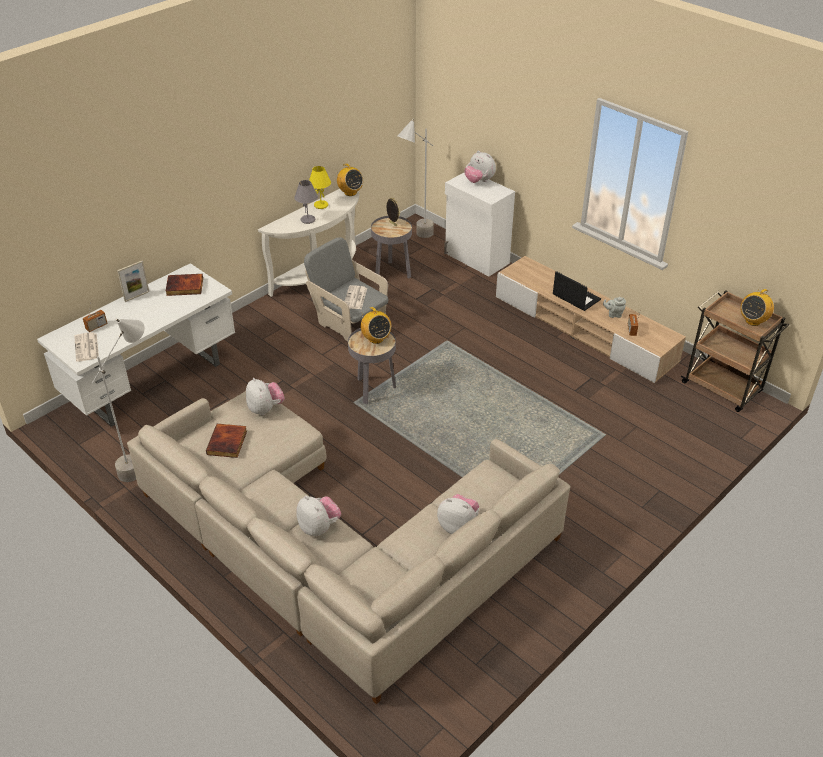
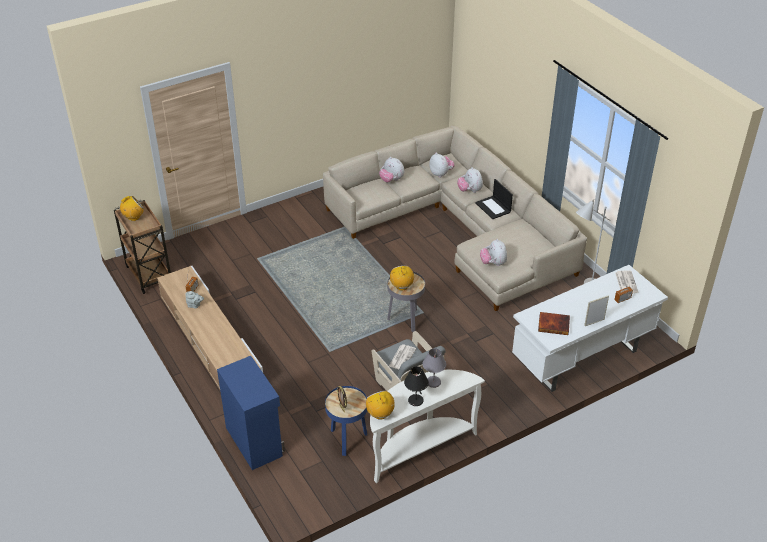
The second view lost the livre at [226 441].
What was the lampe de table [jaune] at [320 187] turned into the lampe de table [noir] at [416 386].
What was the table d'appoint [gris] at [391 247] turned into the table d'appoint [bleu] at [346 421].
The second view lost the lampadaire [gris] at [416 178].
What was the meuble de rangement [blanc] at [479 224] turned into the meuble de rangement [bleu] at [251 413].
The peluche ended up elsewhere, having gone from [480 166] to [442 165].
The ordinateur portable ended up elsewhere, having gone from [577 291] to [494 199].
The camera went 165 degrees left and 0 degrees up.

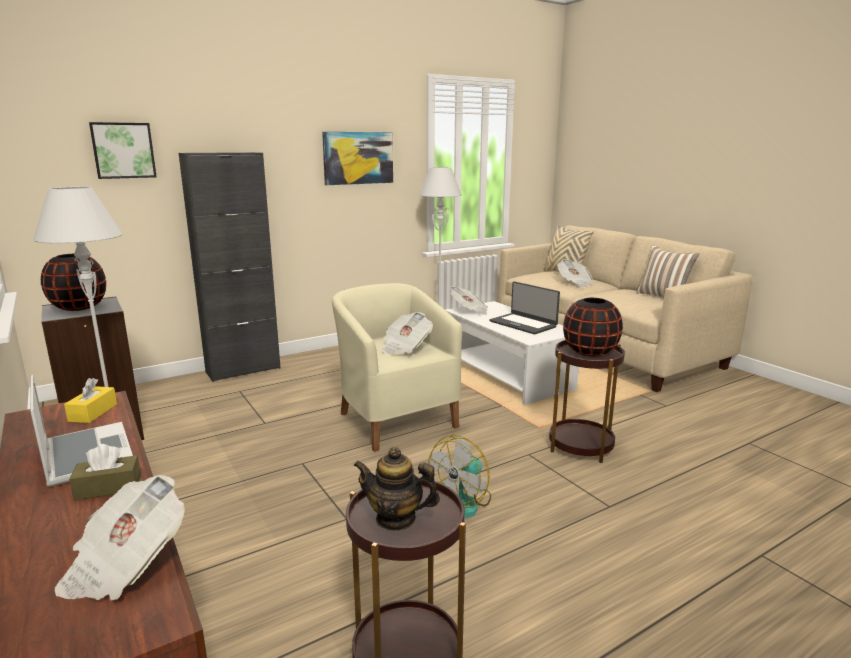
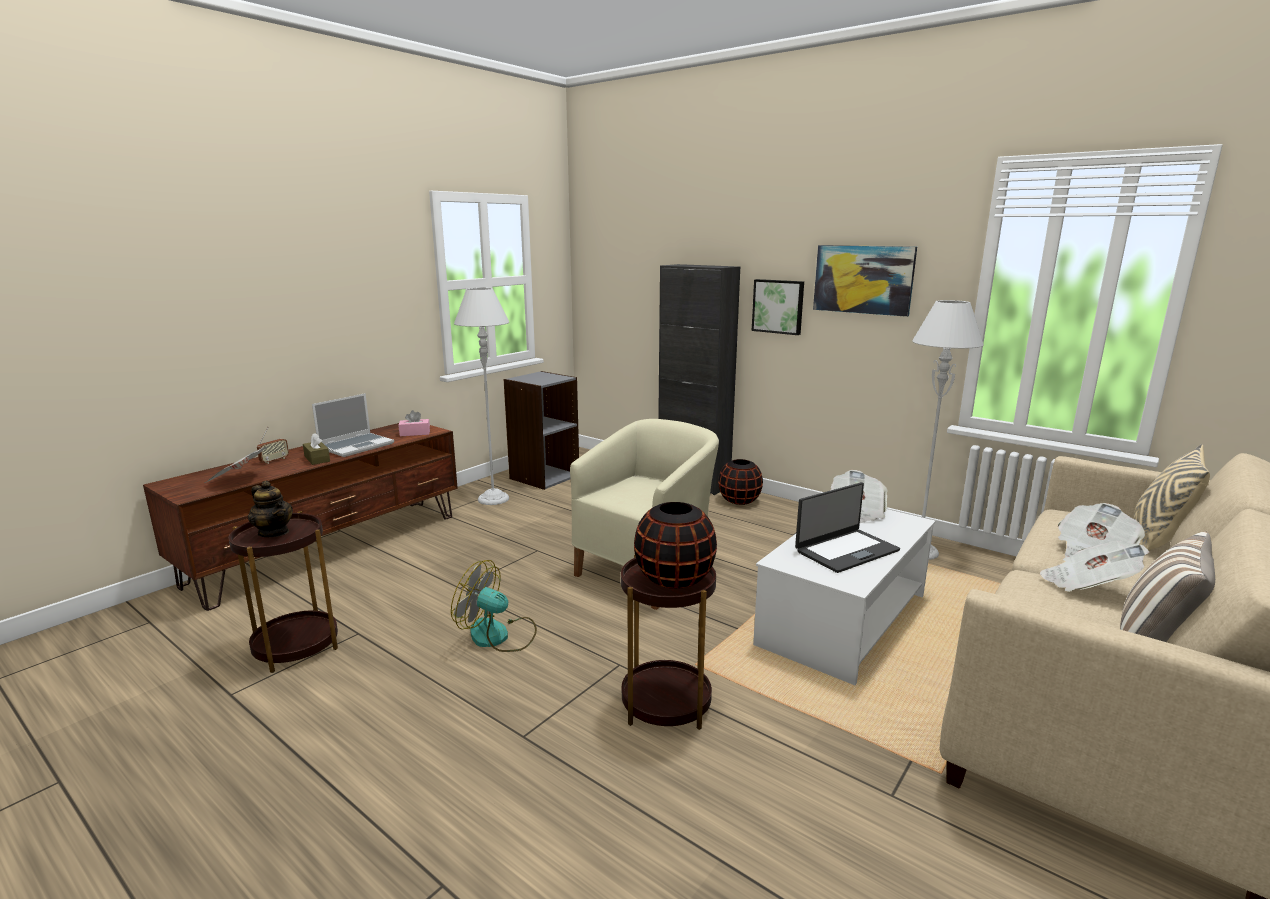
The vase [noir] ended up elsewhere, having gone from [73 282] to [740 482].
What was the boîte à mouchoirs [jaune] at [90 400] turned into the boîte à mouchoirs [rose] at [414 423].
The tableau ended up elsewhere, having gone from [123 150] to [778 307].
The théière at [396 489] ended up facing another way, 135 degrees clockwise from before.
The journal ended up elsewhere, having gone from [407 333] to [1094 566].
The ordinateur portable at [525 308] ended up facing another way, 150 degrees counterclockwise from before.
The second view gained the radio at [273 445].
The camera went 70 degrees right and 0 degrees up.

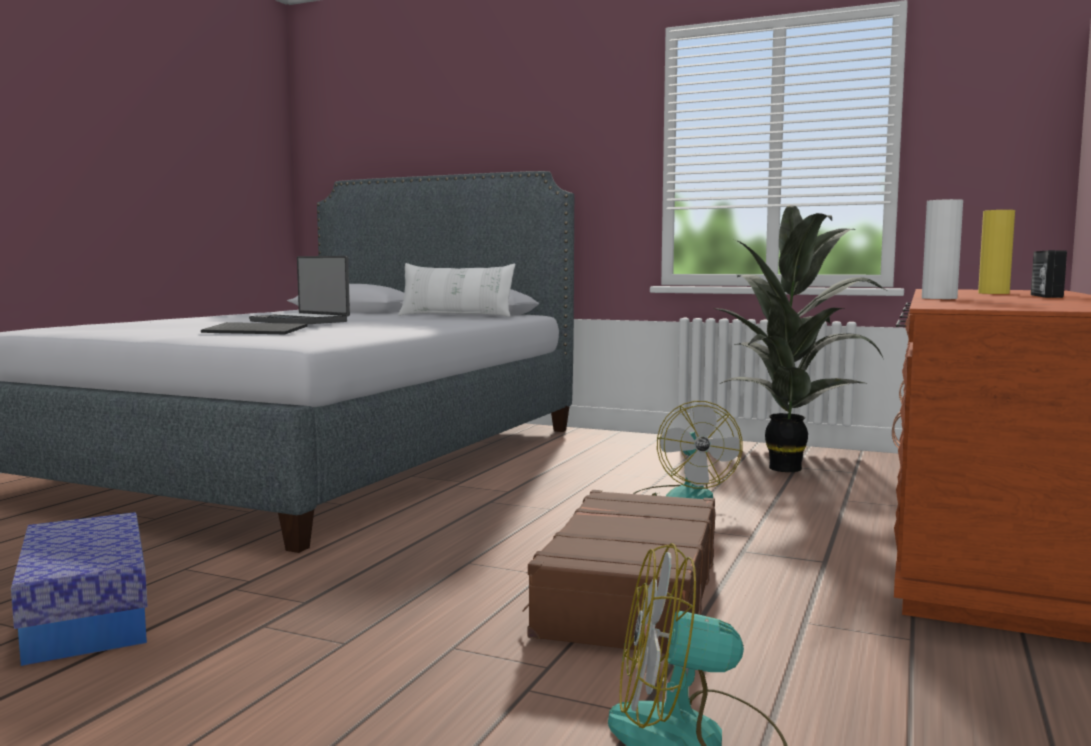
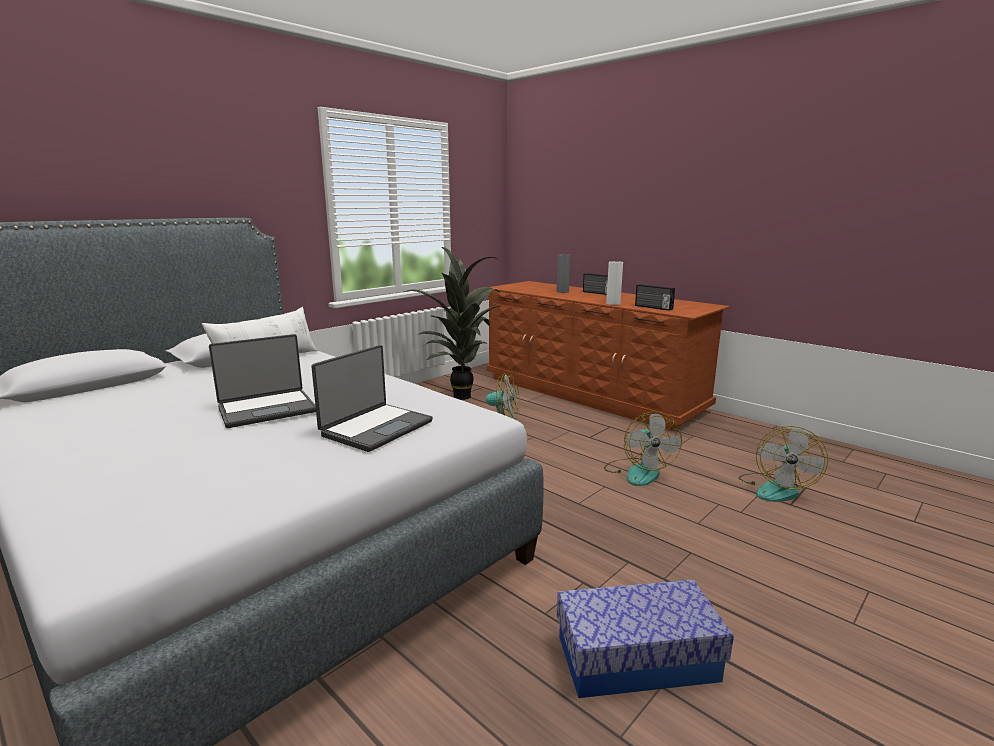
Where the clavier stood at [254 328], the ordinateur portable came to stand at [372 398].
Where the valise [marron] stood at [619 572], the ventilateur came to stand at [643 449].
What was the vase [jaune] at [996 252] turned into the vase [gris] at [563 273].
The second view gained the radio at [655 297].
The camera went 70 degrees left and 10 degrees up.

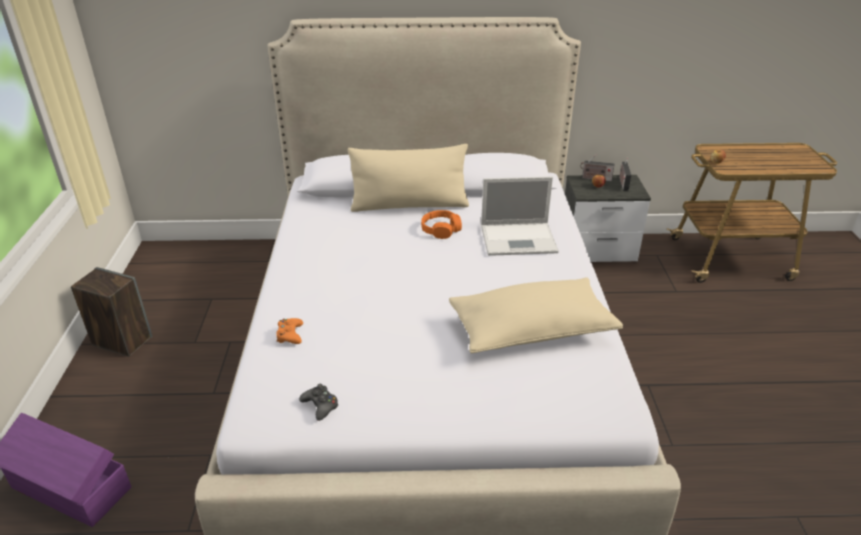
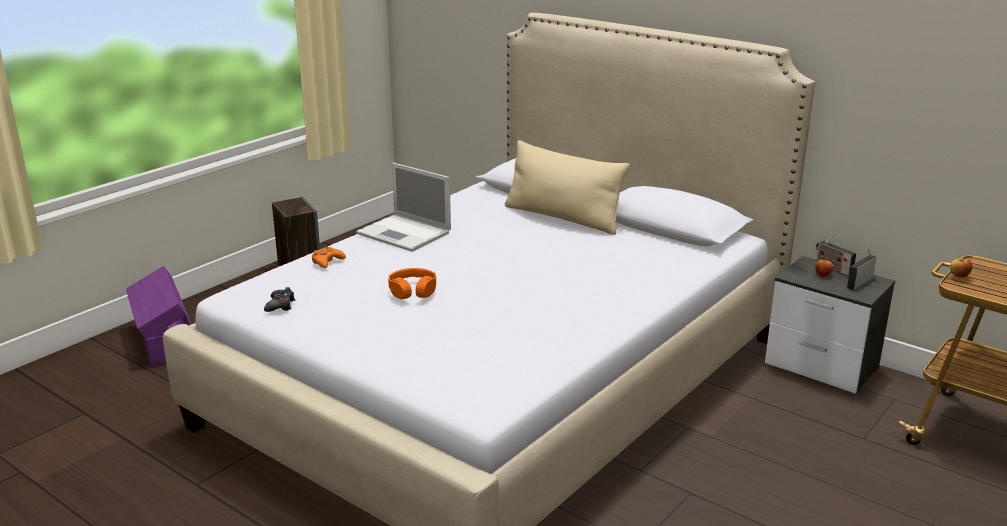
The casque audio [orange] ended up elsewhere, having gone from [441 224] to [412 283].
The second view lost the coussin [beige] at [536 315].
The ordinateur portable ended up elsewhere, having gone from [520 216] to [403 207].
The camera went 40 degrees right and 10 degrees down.

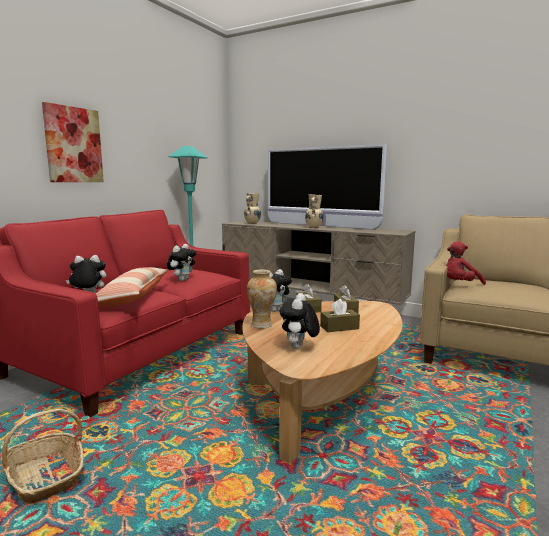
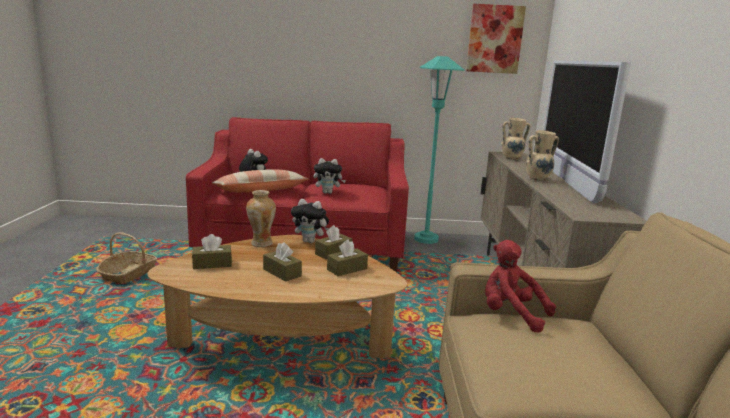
The tableau ended up elsewhere, having gone from [73 142] to [496 39].
Where the peluche stood at [300 321], the boîte à mouchoirs [marron] came to stand at [212 251].
The camera went 60 degrees right and 5 degrees up.

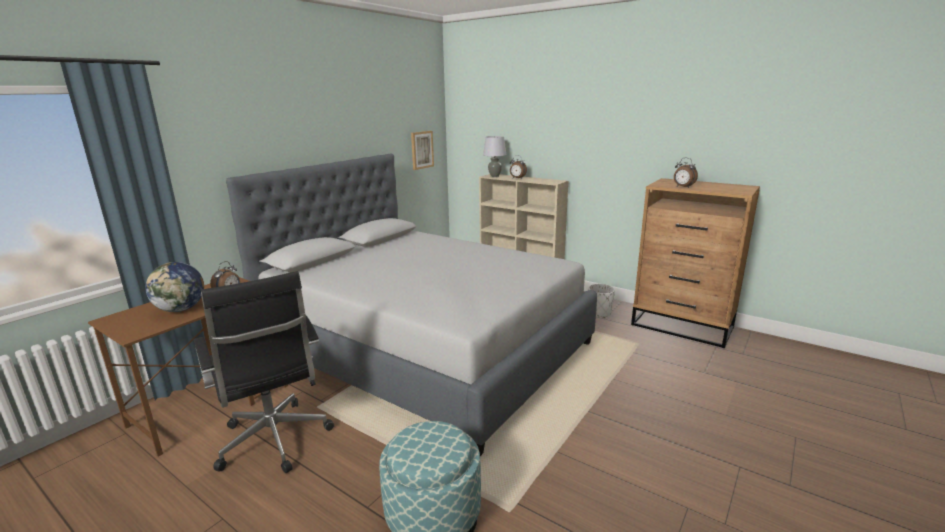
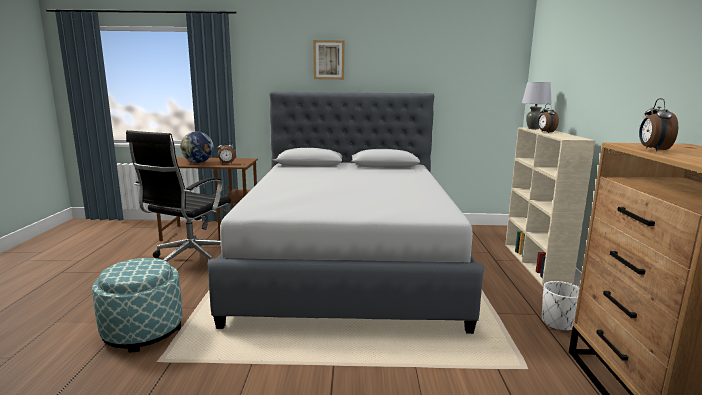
The tableau ended up elsewhere, having gone from [422 150] to [328 60].
The camera went 55 degrees right and 5 degrees down.

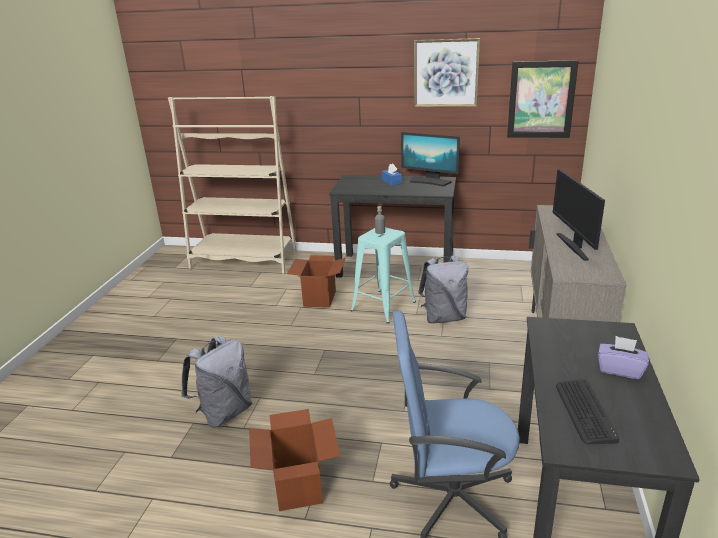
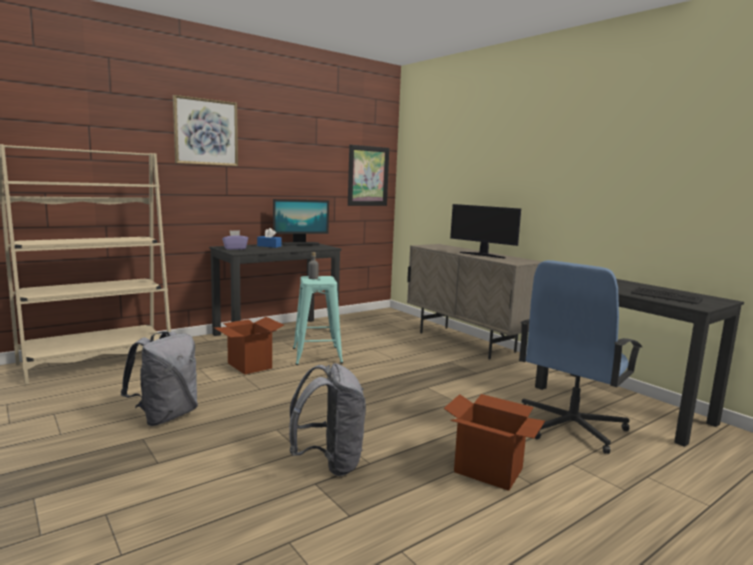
The tableau ended up elsewhere, having gone from [447 72] to [205 130].
The sac à dos [gris] ended up elsewhere, having gone from [443 290] to [159 378].
The boîte à mouchoirs [violet] ended up elsewhere, having gone from [623 357] to [235 240].
The camera went 50 degrees left and 15 degrees down.

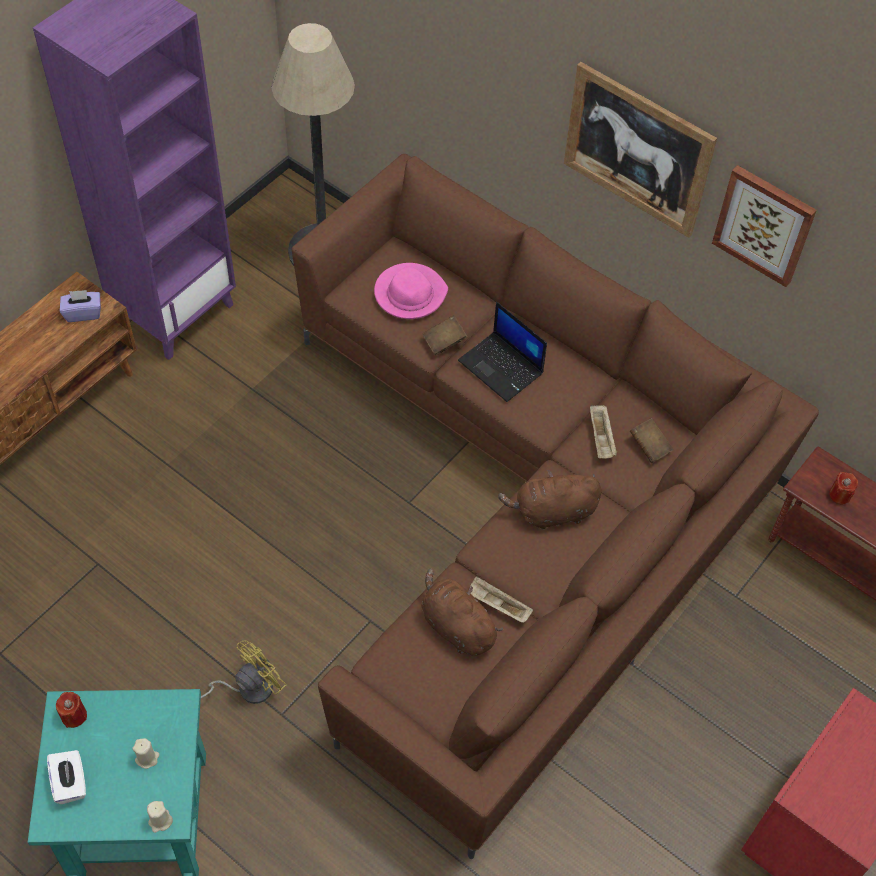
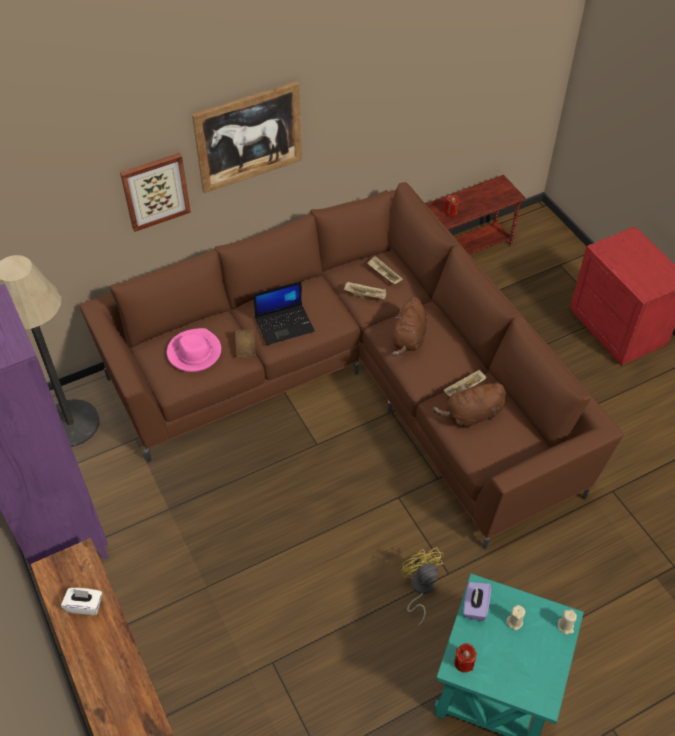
The boîte à mouchoirs [blanc] ended up elsewhere, having gone from [66 777] to [81 601].
The boîte à mouchoirs [violet] ended up elsewhere, having gone from [80 306] to [477 601].
Where the livre [marron] stood at [651 440], the plateau [beige] came to stand at [385 270].
The tableau ended up elsewhere, having gone from [764 226] to [155 192].
The camera went 65 degrees left and 5 degrees down.

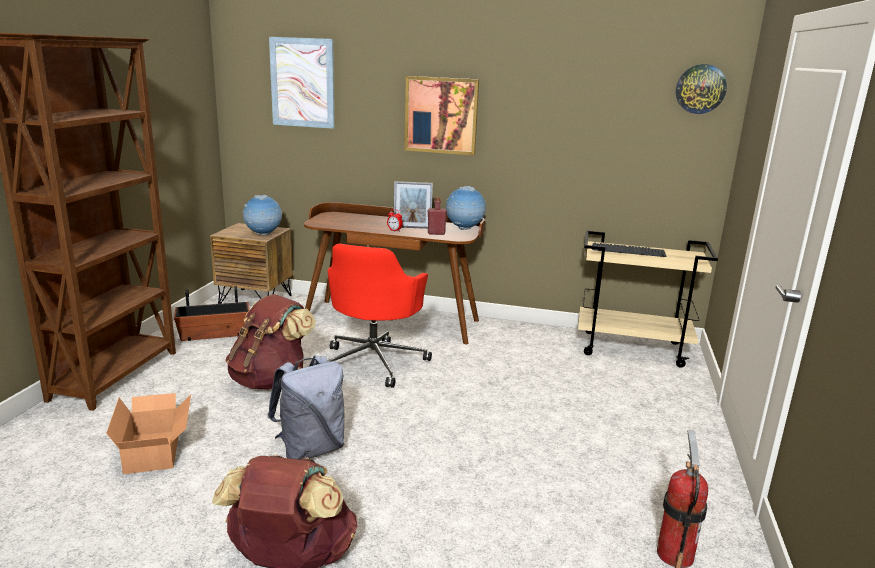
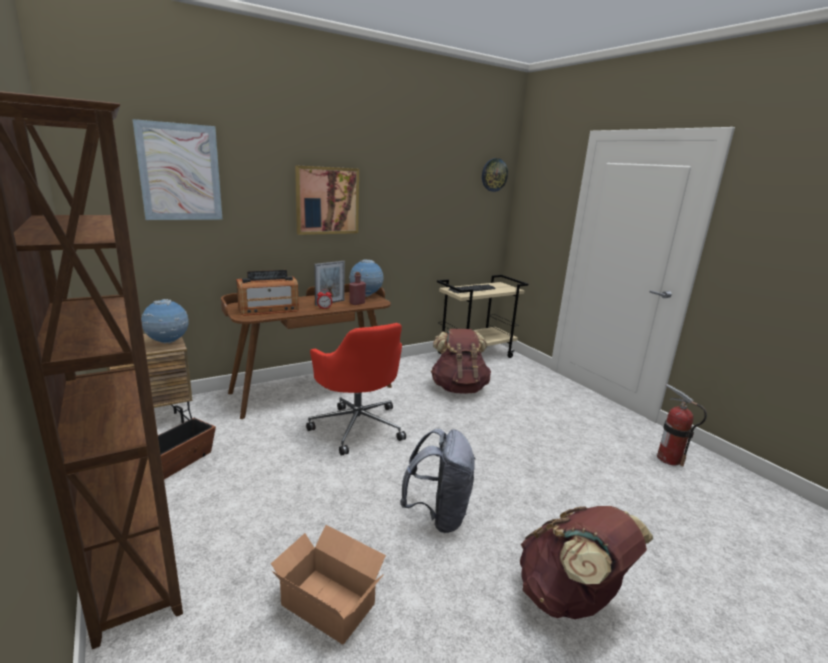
The sac à dos [marron] ended up elsewhere, having gone from [270 342] to [461 361].
The second view gained the radio at [267 293].
The camera went 45 degrees left and 0 degrees up.

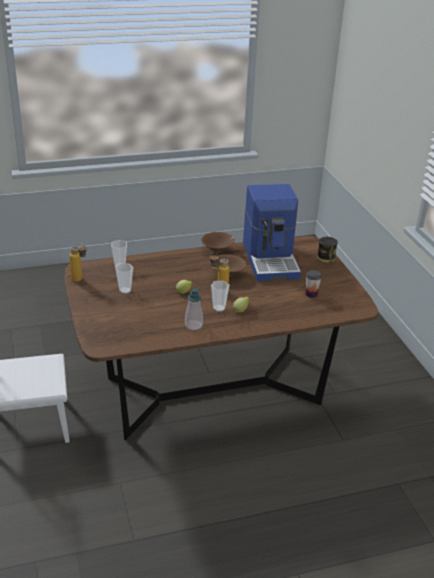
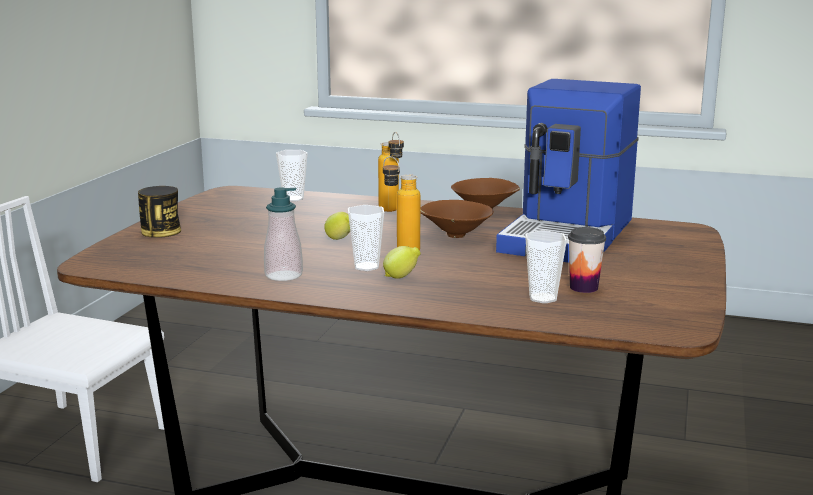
The bouteille ended up elsewhere, having gone from [78 263] to [391 172].
The tasse ended up elsewhere, having gone from [124 278] to [546 267].
The boîte métallique ended up elsewhere, having gone from [327 250] to [159 212].
The camera went 35 degrees right and 15 degrees down.

